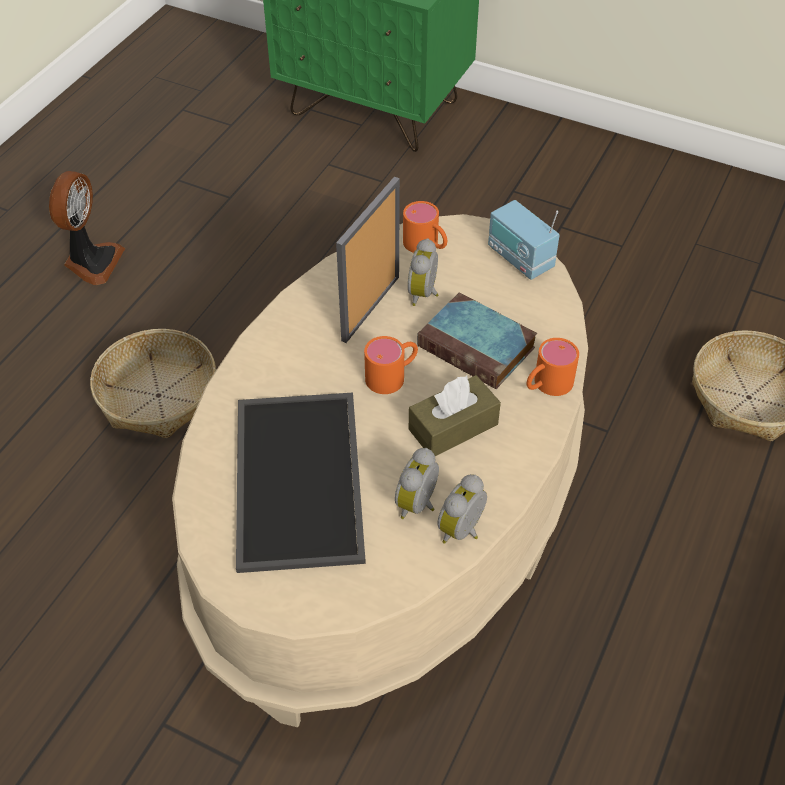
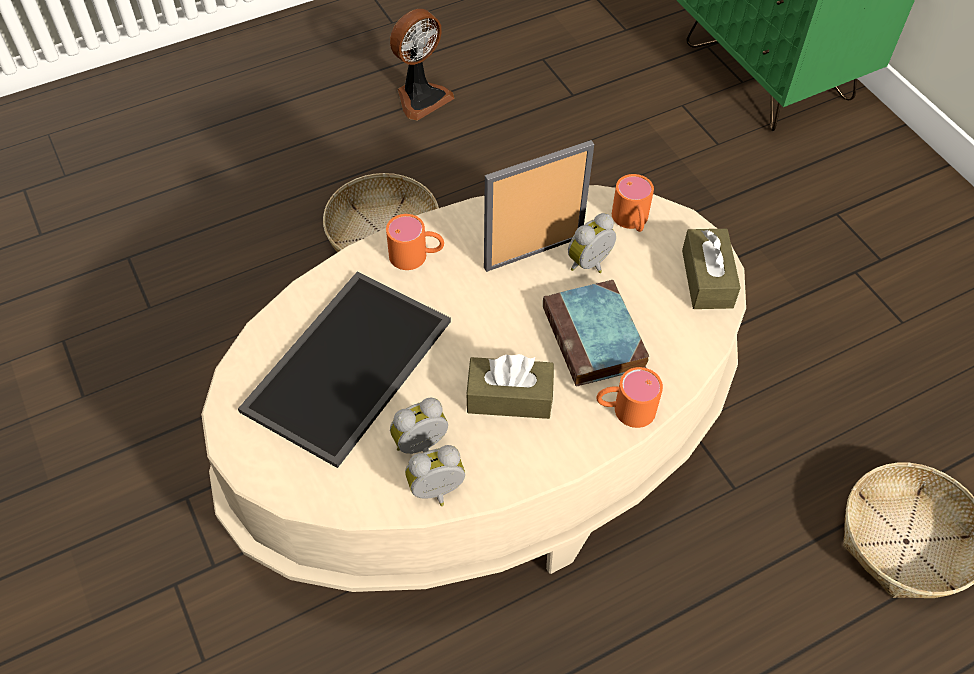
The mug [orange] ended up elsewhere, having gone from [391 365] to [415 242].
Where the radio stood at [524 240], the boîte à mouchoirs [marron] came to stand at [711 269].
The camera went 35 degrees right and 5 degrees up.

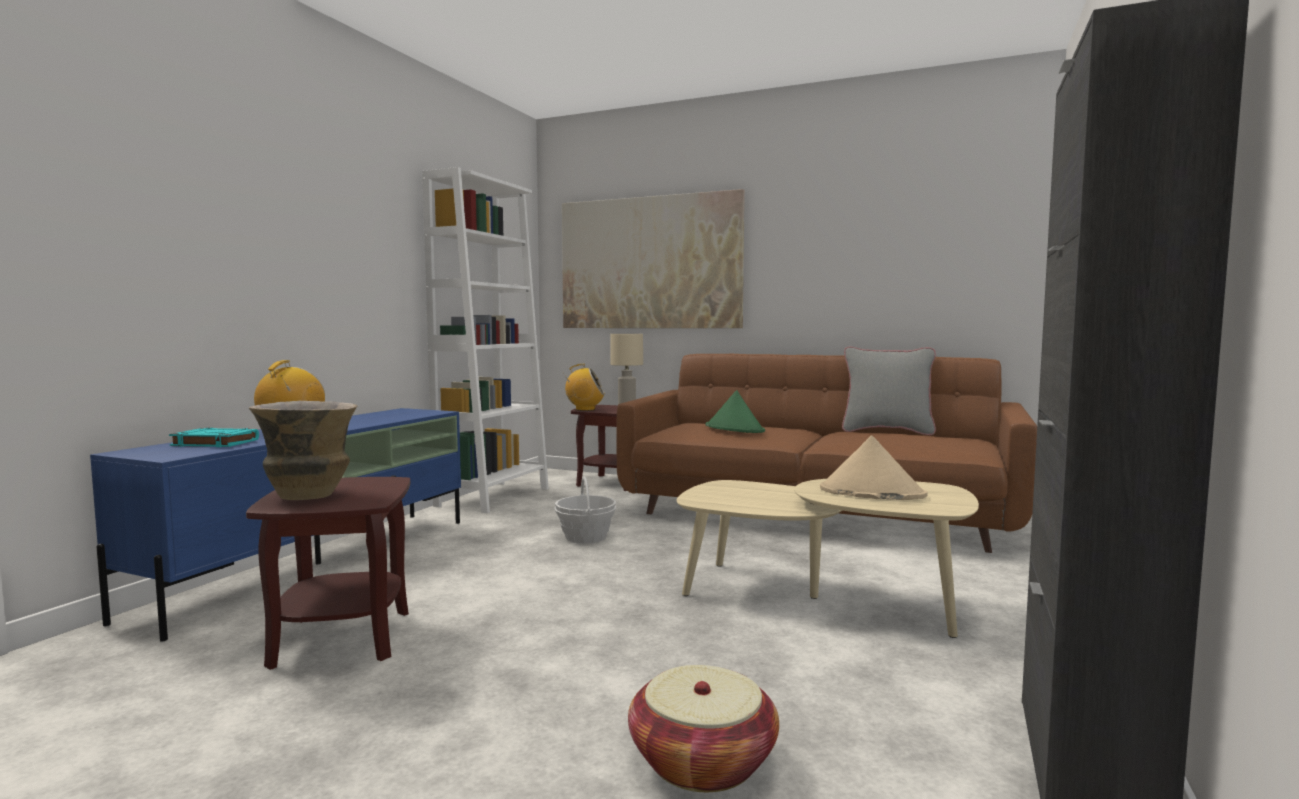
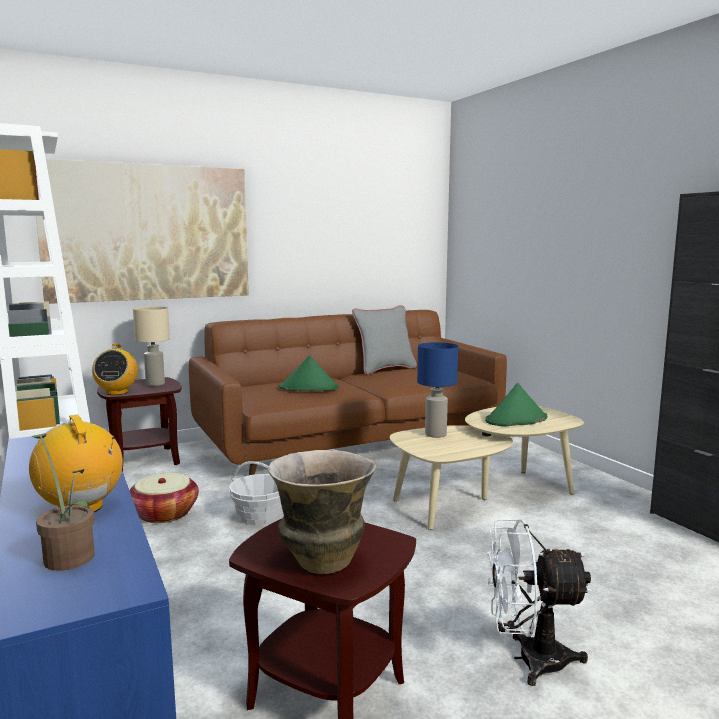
Where the livre [turquoise] stood at [214 437], the plante en pot came to stand at [63 502].
The radio at [584 387] ended up facing another way, 135 degrees clockwise from before.
The panier ended up elsewhere, having gone from [703 728] to [164 498].
What was the chapeau [beige] at [874 468] turned into the chapeau [vert] at [516 404].
The second view gained the lampe de table [bleu] at [437 390].
The second view gained the ventilateur [blanc] at [539 602].
The camera went 50 degrees left and 5 degrees up.

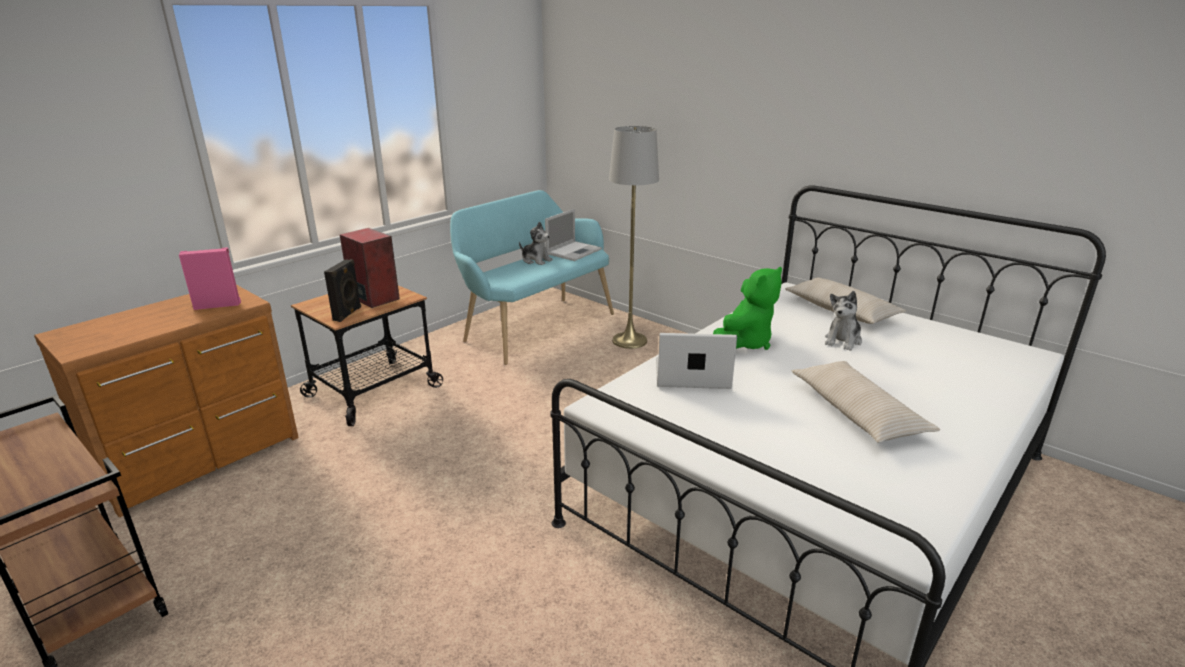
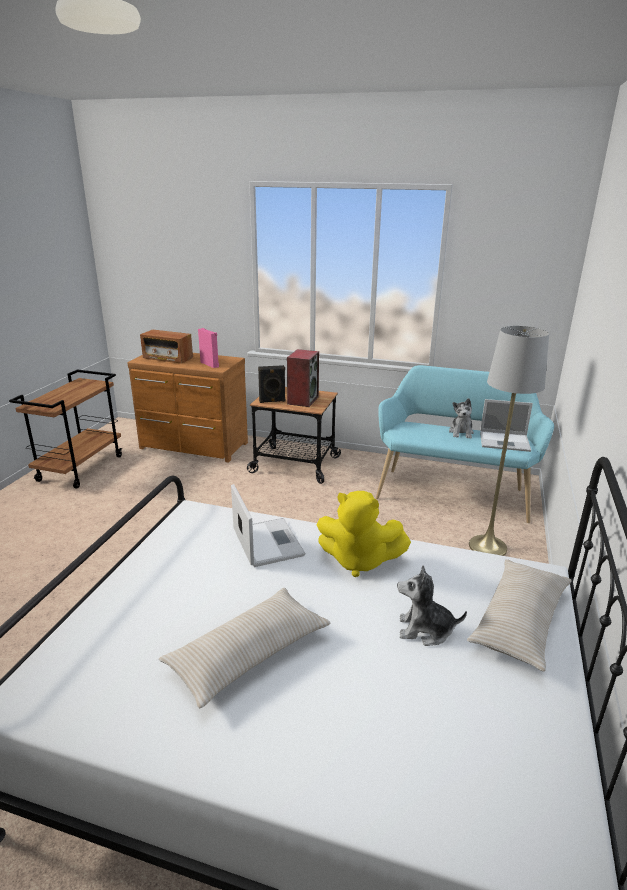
What was the peluche [vert] at [747 308] turned into the peluche [jaune] at [364 534].
The second view gained the radio at [166 347].
The camera went 65 degrees right and 0 degrees up.

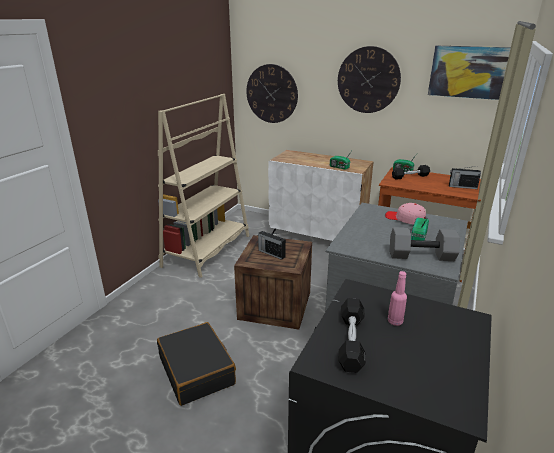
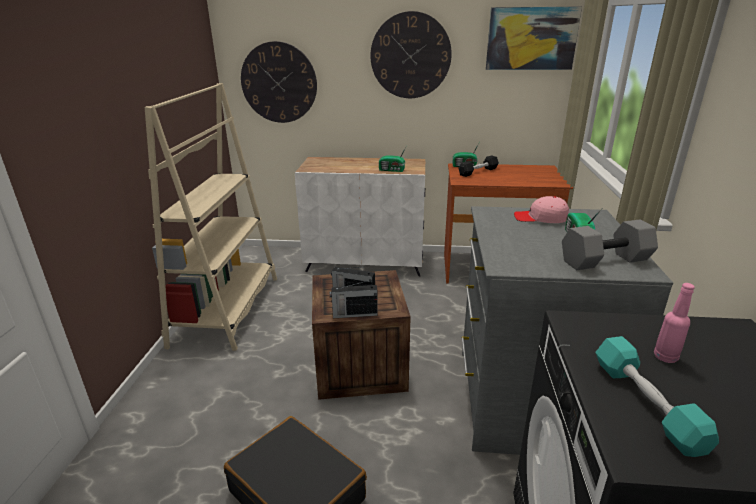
What was the haltère [noir] at [352 335] turned into the haltère [turquoise] at [657 396].
The radio ended up elsewhere, having gone from [465 177] to [354 299].
The camera went 20 degrees left and 0 degrees up.

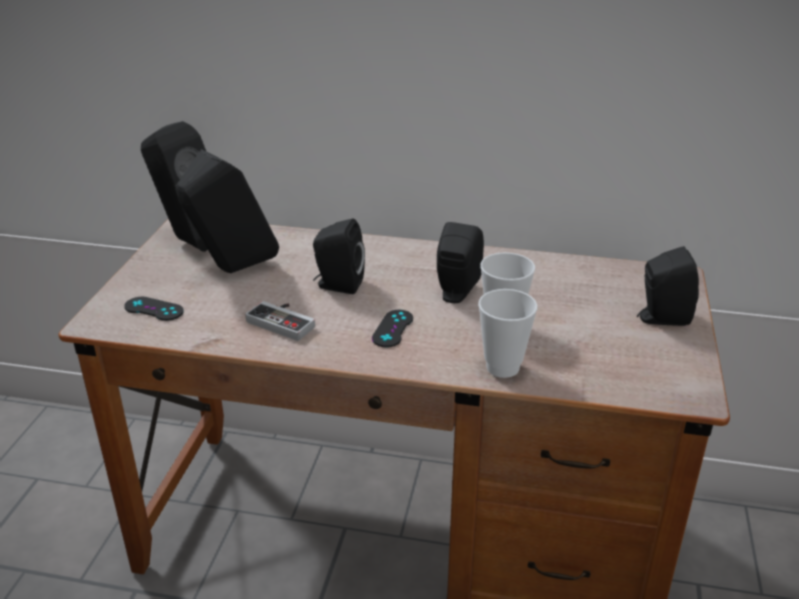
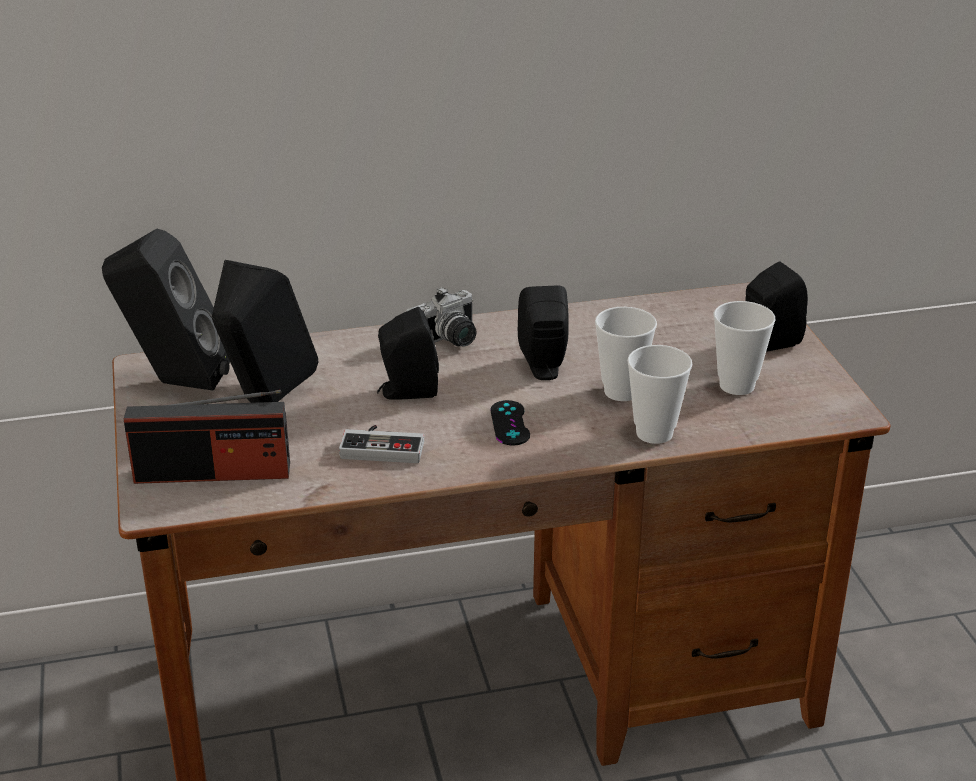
Where the manette [noir] stood at [154 309], the radio came to stand at [207 437].
The second view gained the appareil photo at [441 317].
The second view gained the tasse at [745 348].
The camera went 25 degrees left and 0 degrees up.

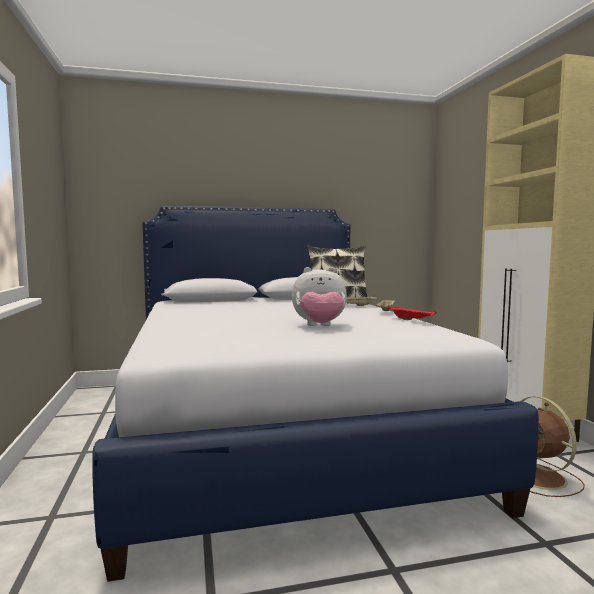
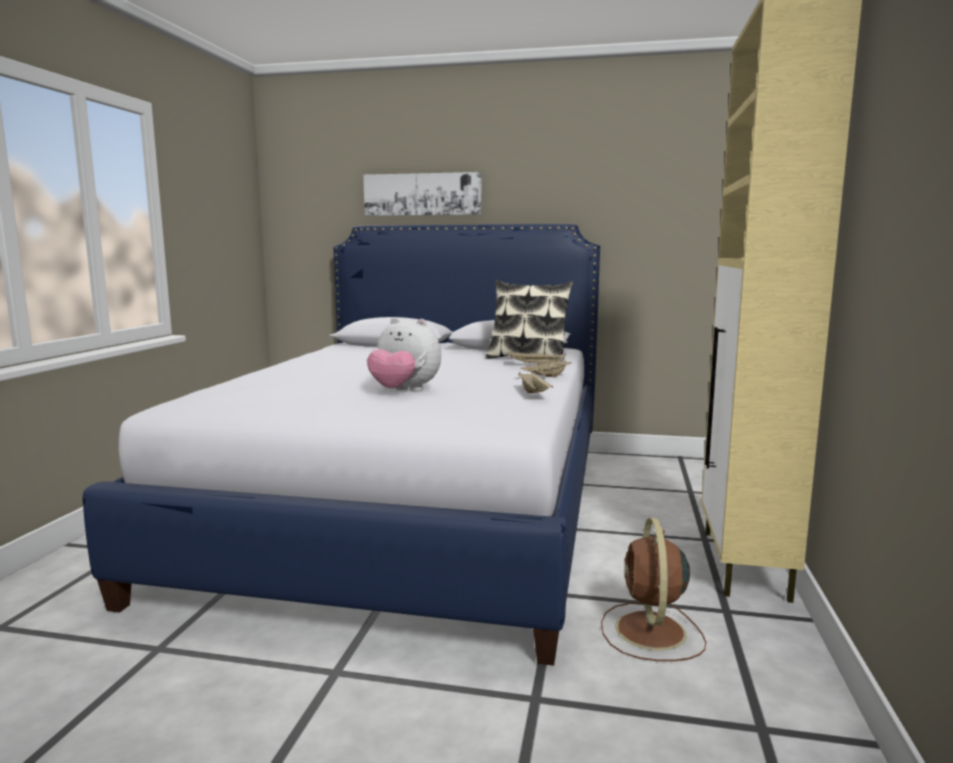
What was the plateau [rouge] at [412 313] turned into the plateau [beige] at [535 382].
The second view gained the tableau at [422 194].
The camera went 25 degrees right and 5 degrees up.

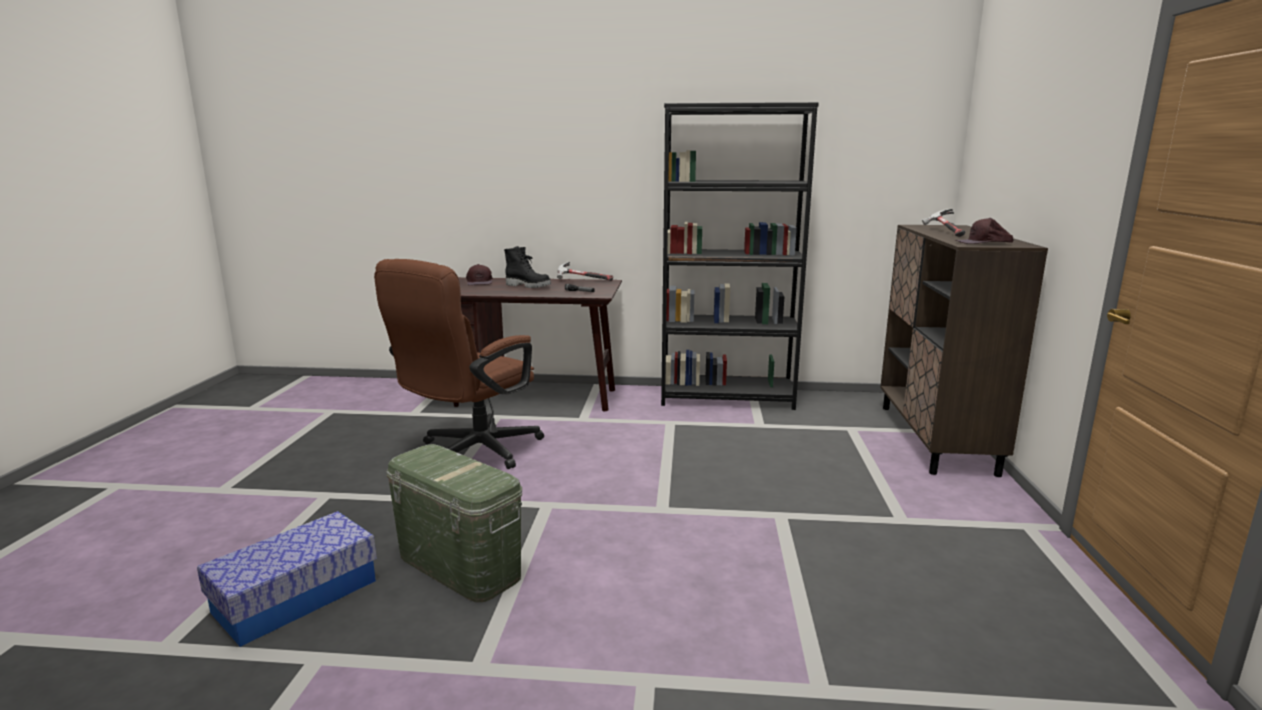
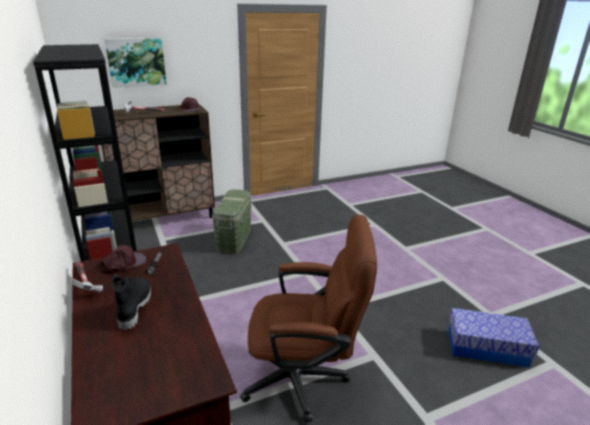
The boîte de rangement [vert] ended up elsewhere, having gone from [454 523] to [231 221].
The casquette [marron] ended up elsewhere, having gone from [479 274] to [123 259].
The second view gained the tableau at [136 63].
The camera went 120 degrees left and 10 degrees up.

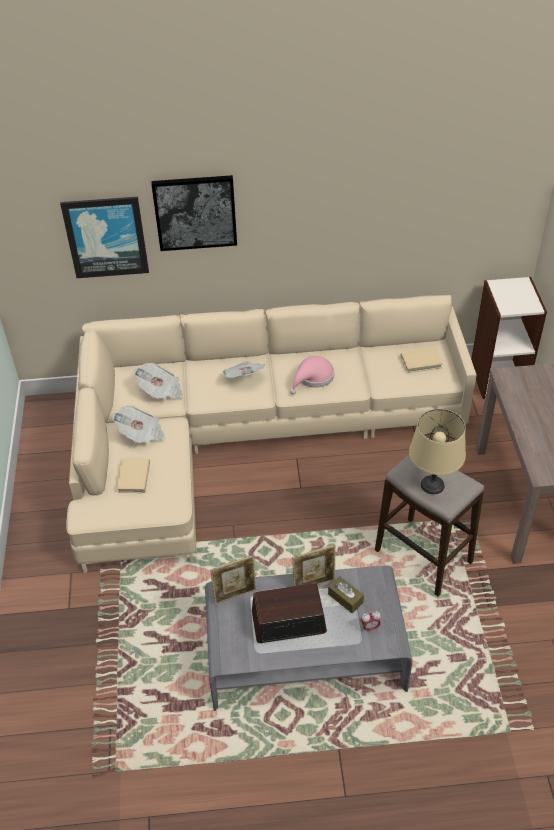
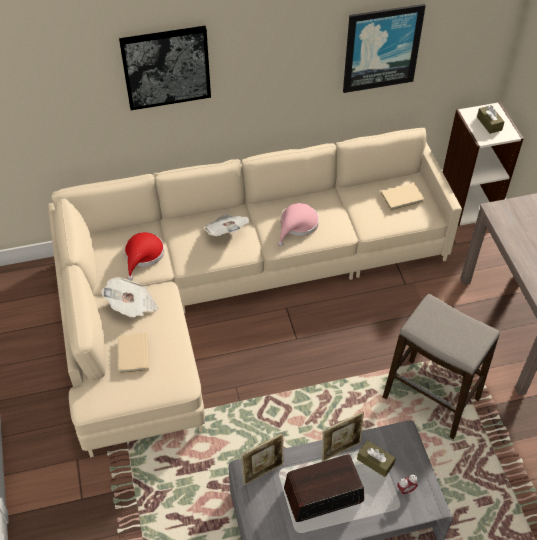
The tableau ended up elsewhere, having gone from [104 237] to [384 48].
Where the journal stood at [158 381], the chapeau [rouge] came to stand at [144 256].
The second view lost the lampe de table [beige] at [437 451].
The second view gained the boîte à mouchoirs [marron] at [490 119].
The camera went 10 degrees left and 5 degrees up.

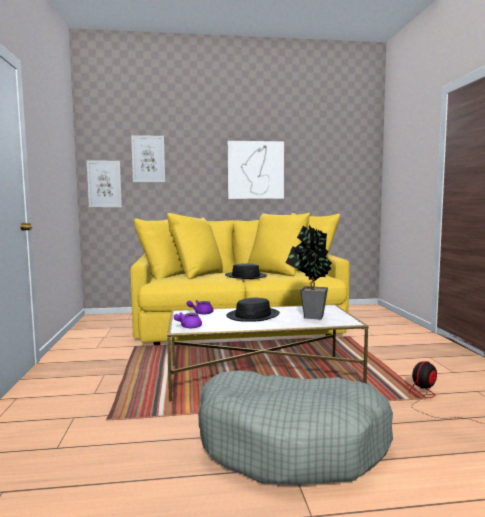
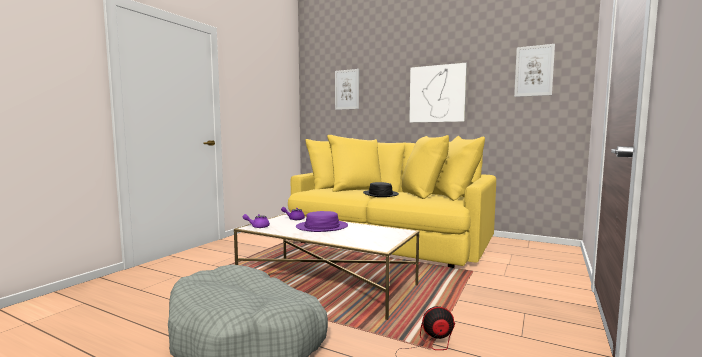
The tableau ended up elsewhere, having gone from [104 183] to [534 70].
What was the chapeau [noir] at [253 309] turned into the chapeau [violet] at [322 221].
The second view lost the plante en pot at [309 272].
The camera went 35 degrees right and 0 degrees up.

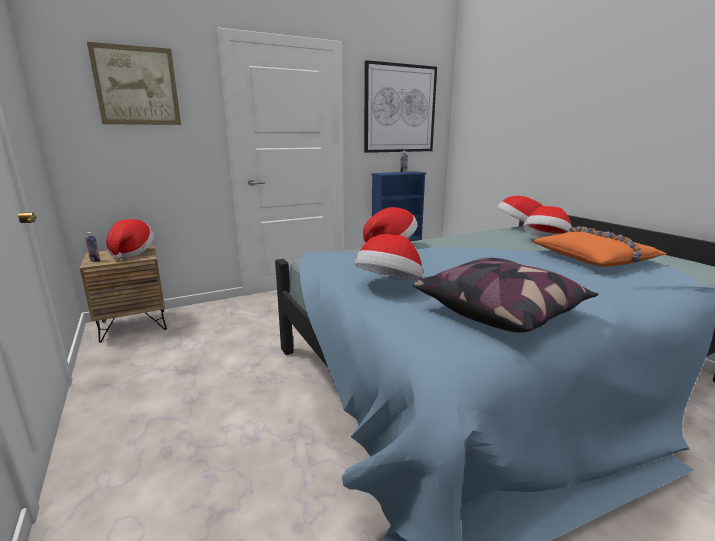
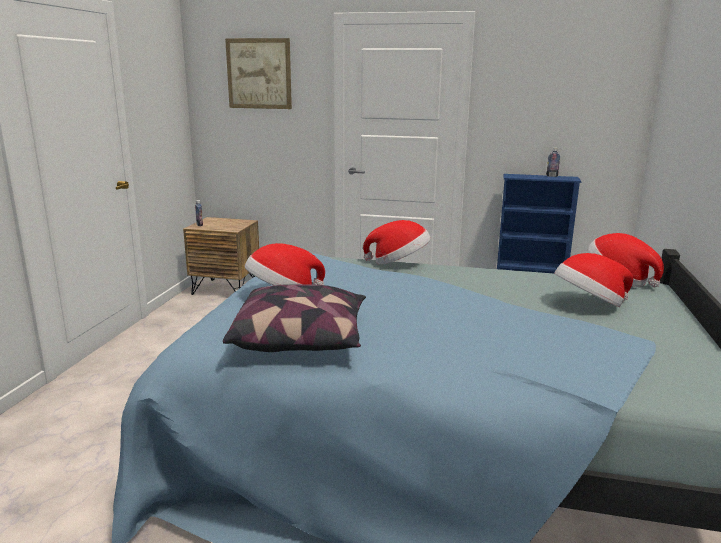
The second view lost the chapeau at [130 239].
The second view lost the tableau at [400 106].
The second view lost the coussin [orange] at [599 246].
The camera went 40 degrees right and 0 degrees up.

